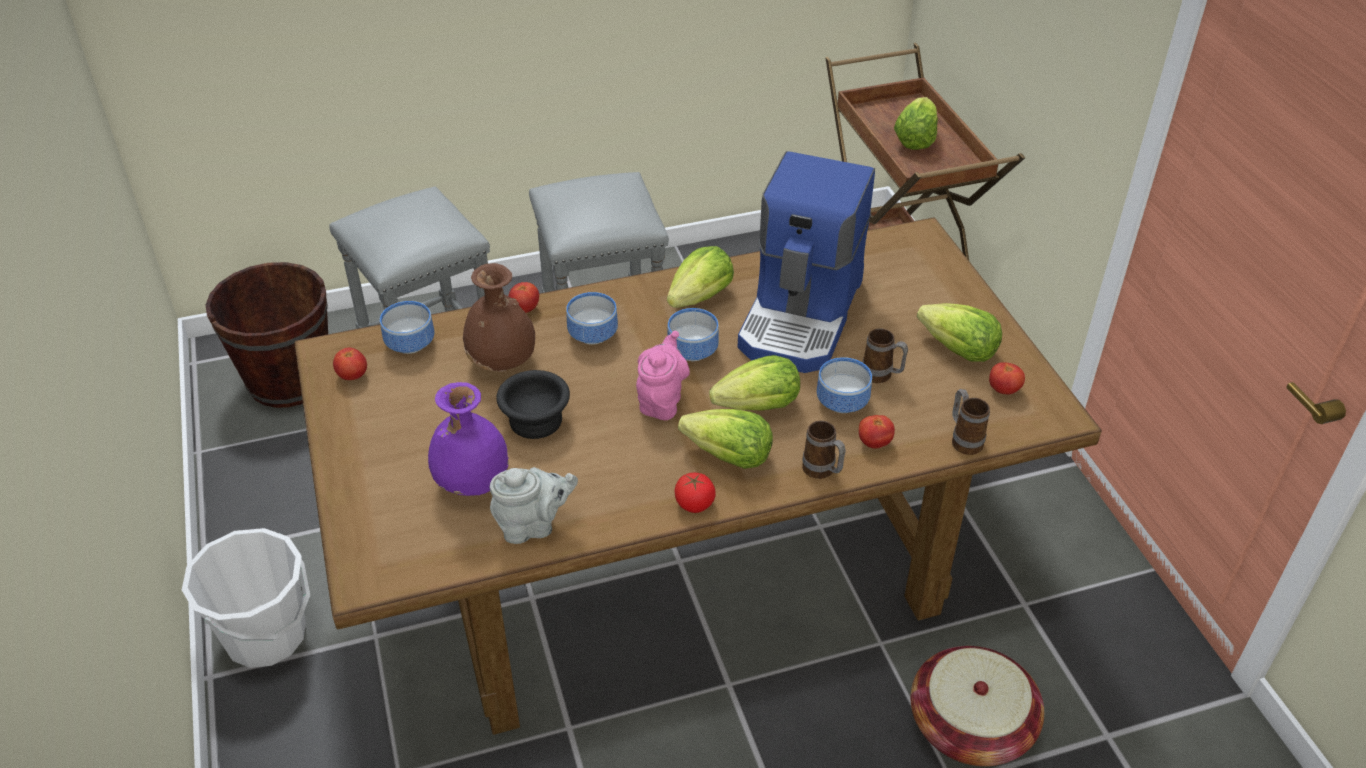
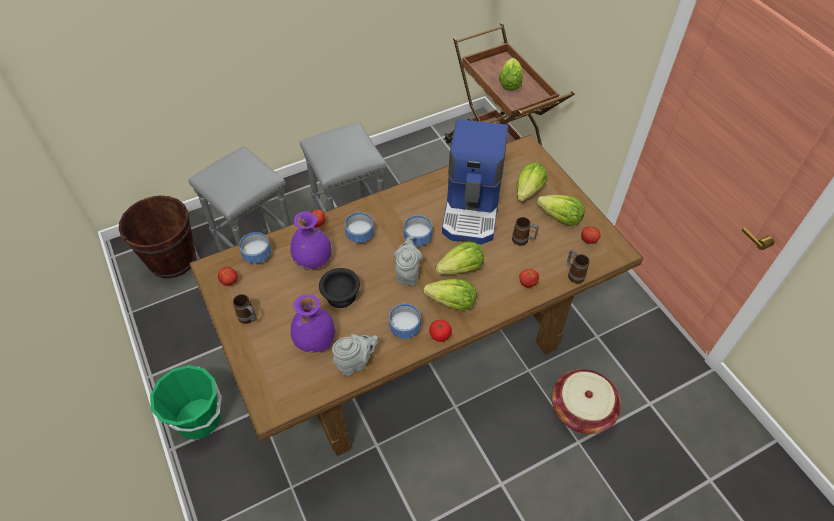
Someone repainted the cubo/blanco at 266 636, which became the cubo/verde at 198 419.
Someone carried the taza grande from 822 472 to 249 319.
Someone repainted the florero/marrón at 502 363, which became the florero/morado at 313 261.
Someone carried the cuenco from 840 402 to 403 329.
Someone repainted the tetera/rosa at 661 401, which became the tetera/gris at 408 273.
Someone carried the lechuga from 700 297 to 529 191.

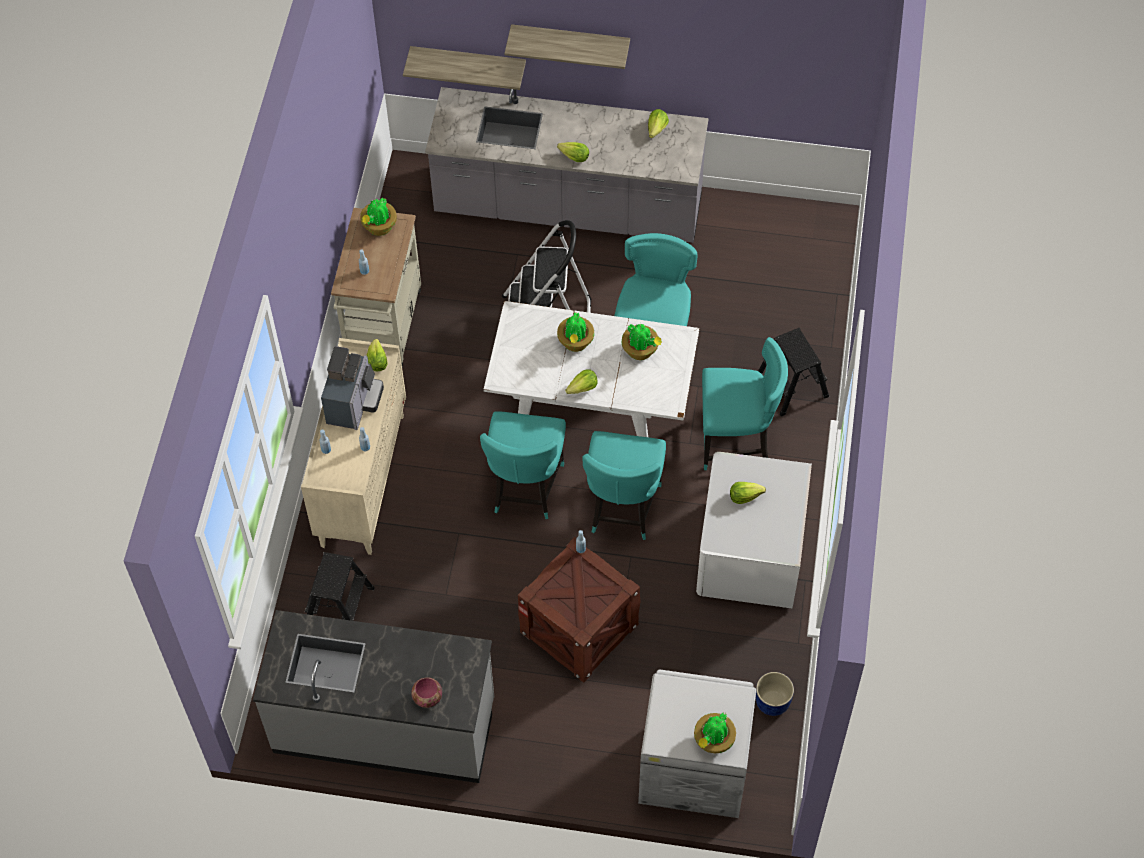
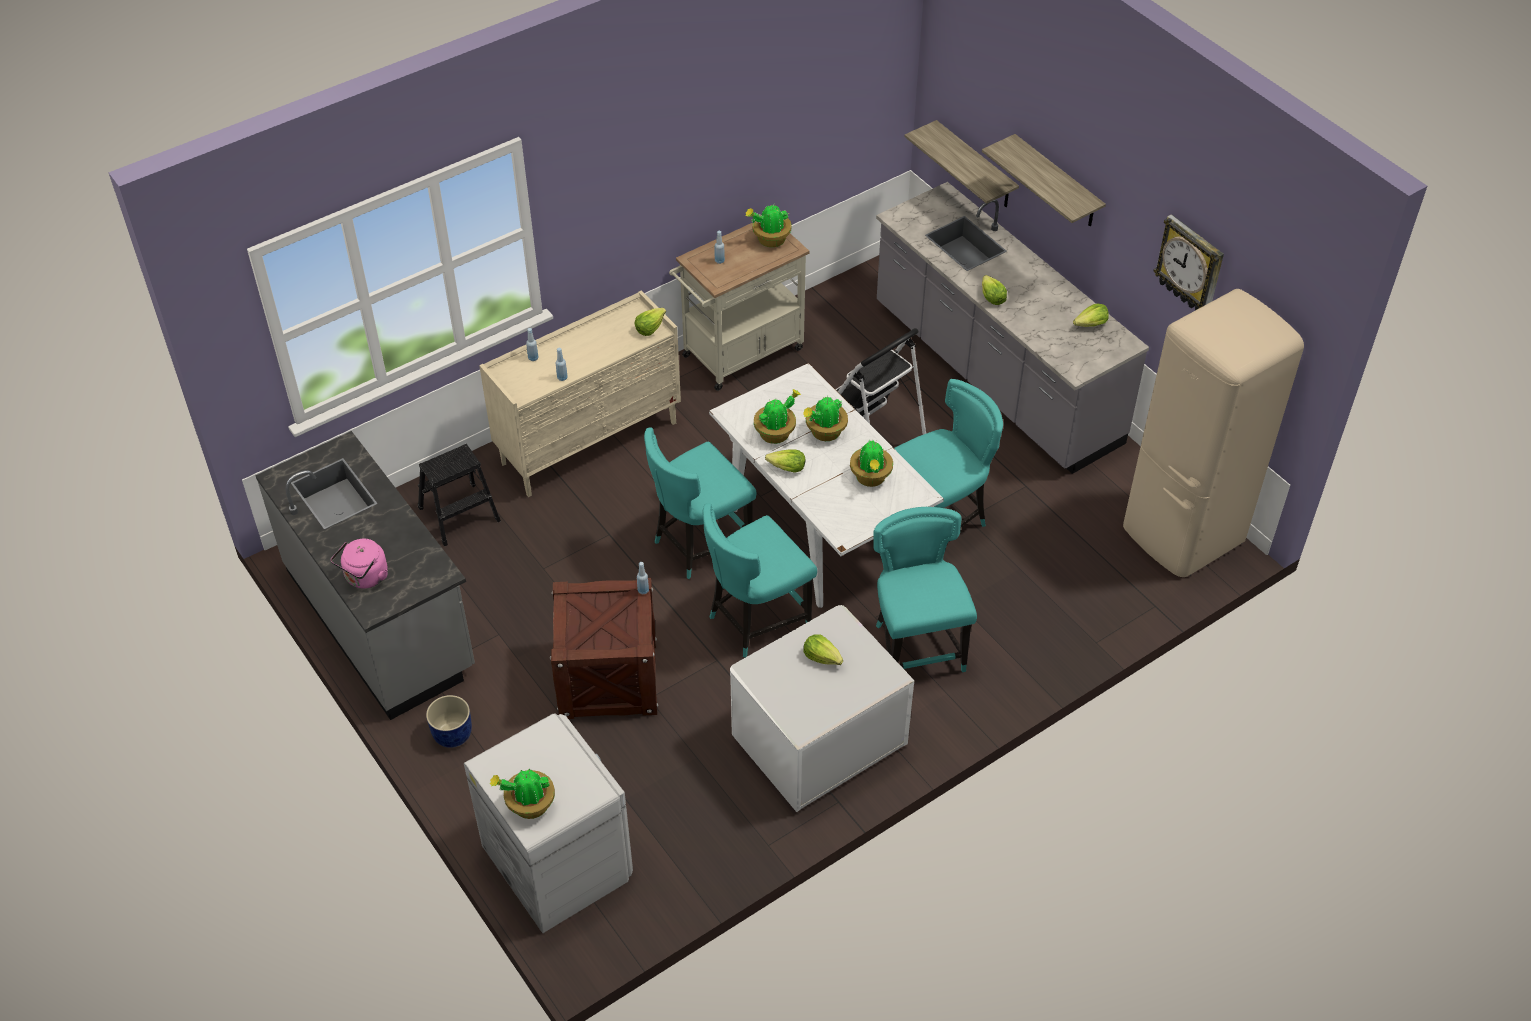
Someone swapped the cuenco at 427 698 for the hervidor/rosa at 365 578.
Someone carried the maceta/azul from 772 702 to 452 734.
Someone put down the planta en maceta at 776 433.
Someone rotated the silla/turquesa at 736 442 by 150 degrees counterclockwise.
Someone put down the nevera/beis at 1180 535.
Someone put up the reloj de pared at 1190 265.
Someone took away the cafetera at 354 403.
Someone took away the escalera de tijera/negro at 792 386.

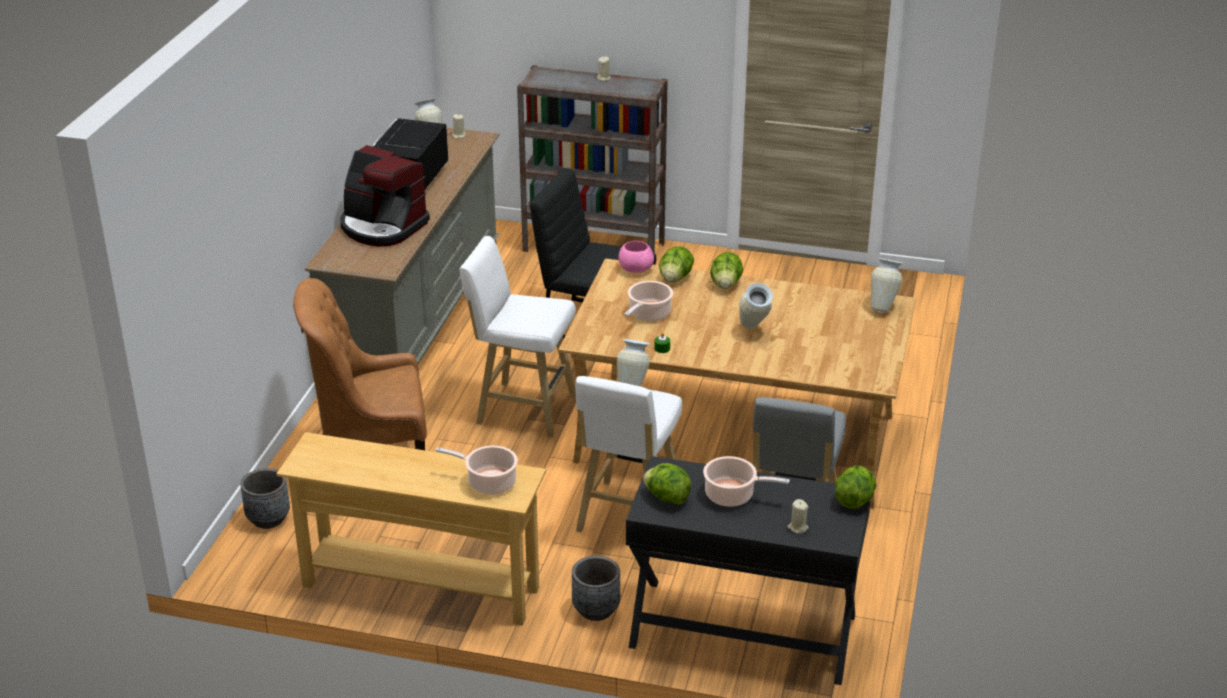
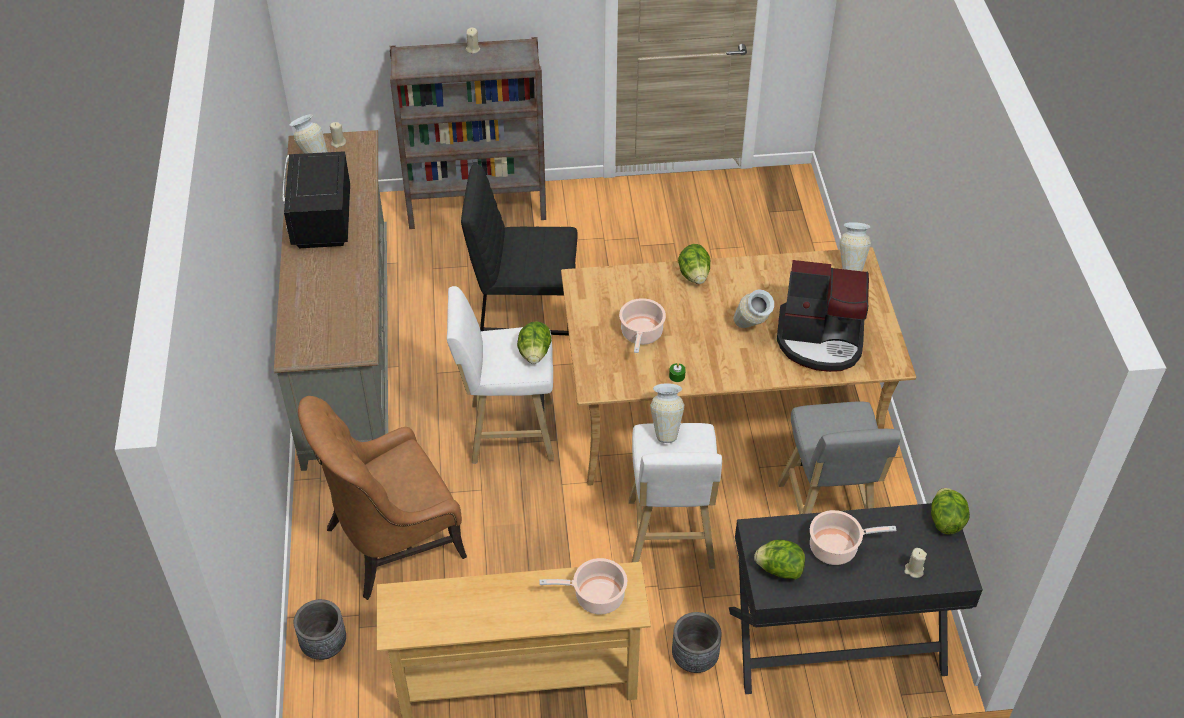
Someone carried the lechuga from 675 278 to 534 353.
Someone carried the cafetera from 382 226 to 820 340.
Someone took away the cuenco/rosa at 635 269.

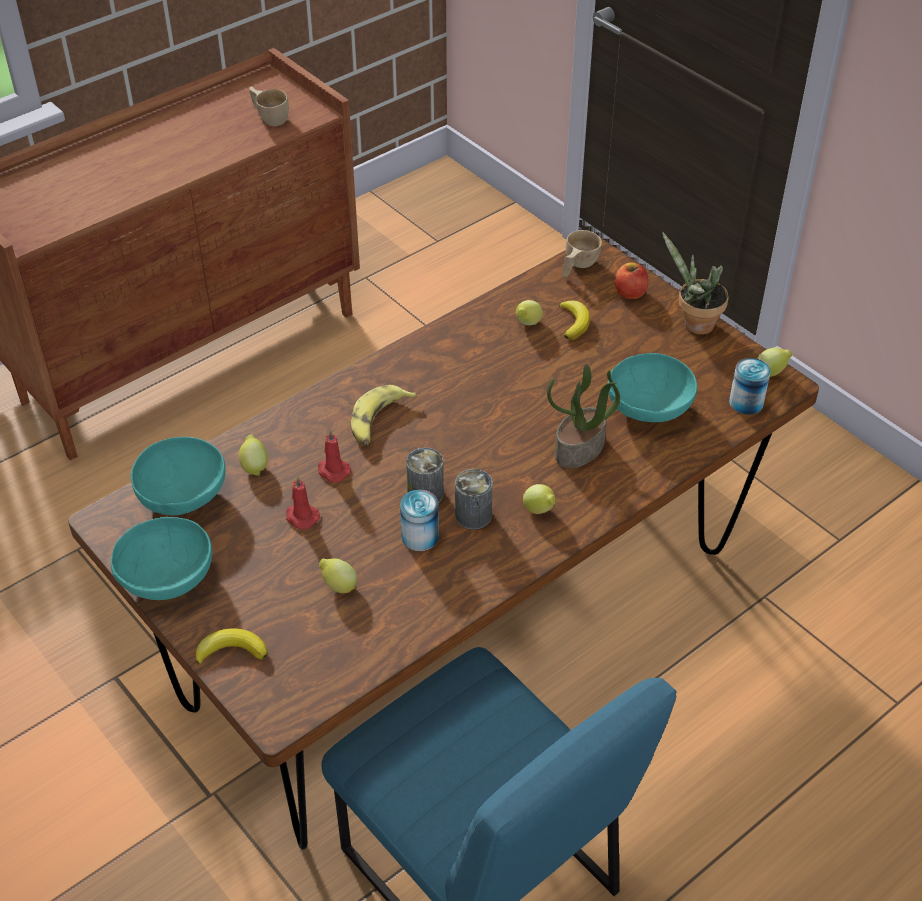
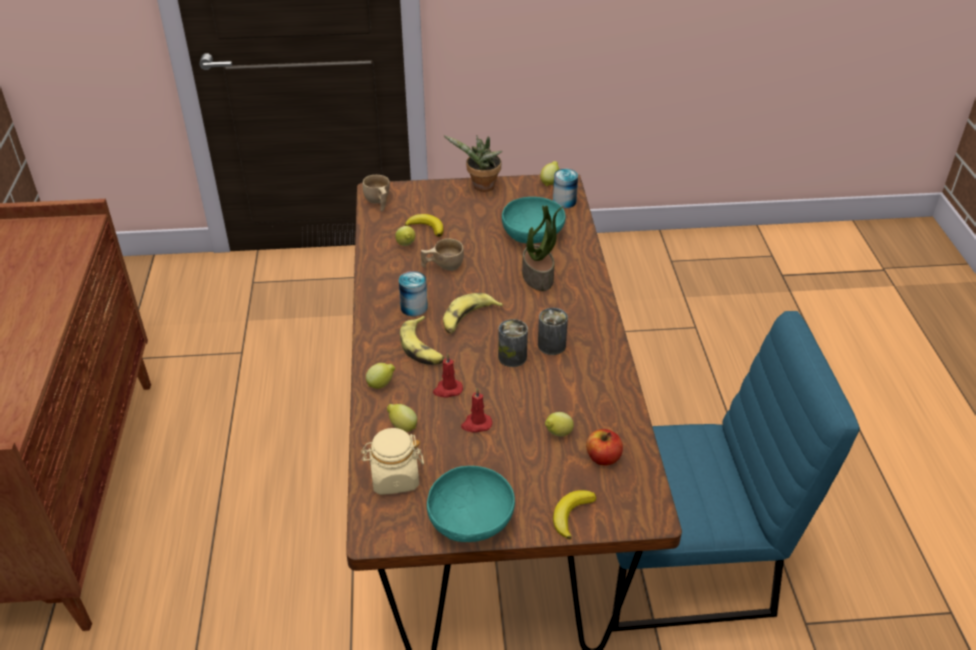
Someone swapped the cuenco/turquesa at 183 497 for the tarro/beis at 394 478.
Someone carried the limón from 539 510 to 381 384.
Someone carried the lata from 420 537 to 414 307.
Someone carried the taza/beis from 270 117 to 442 266.
Someone put down the plátano at 468 319.
Someone carried the manzana from 630 293 to 603 458.

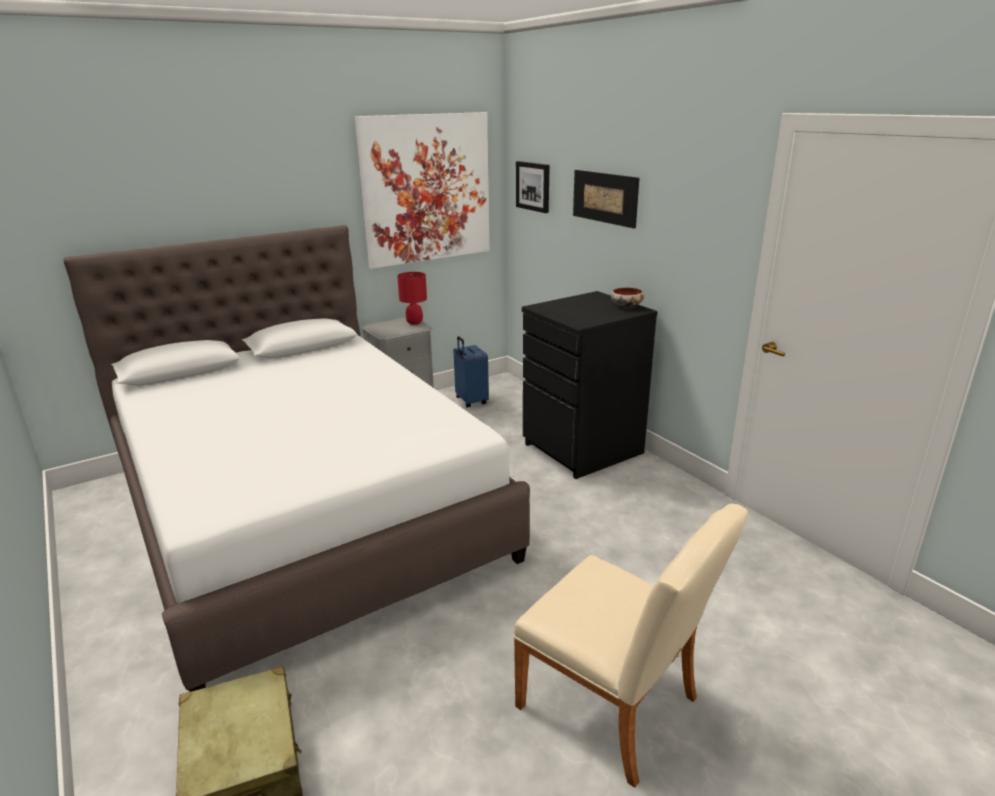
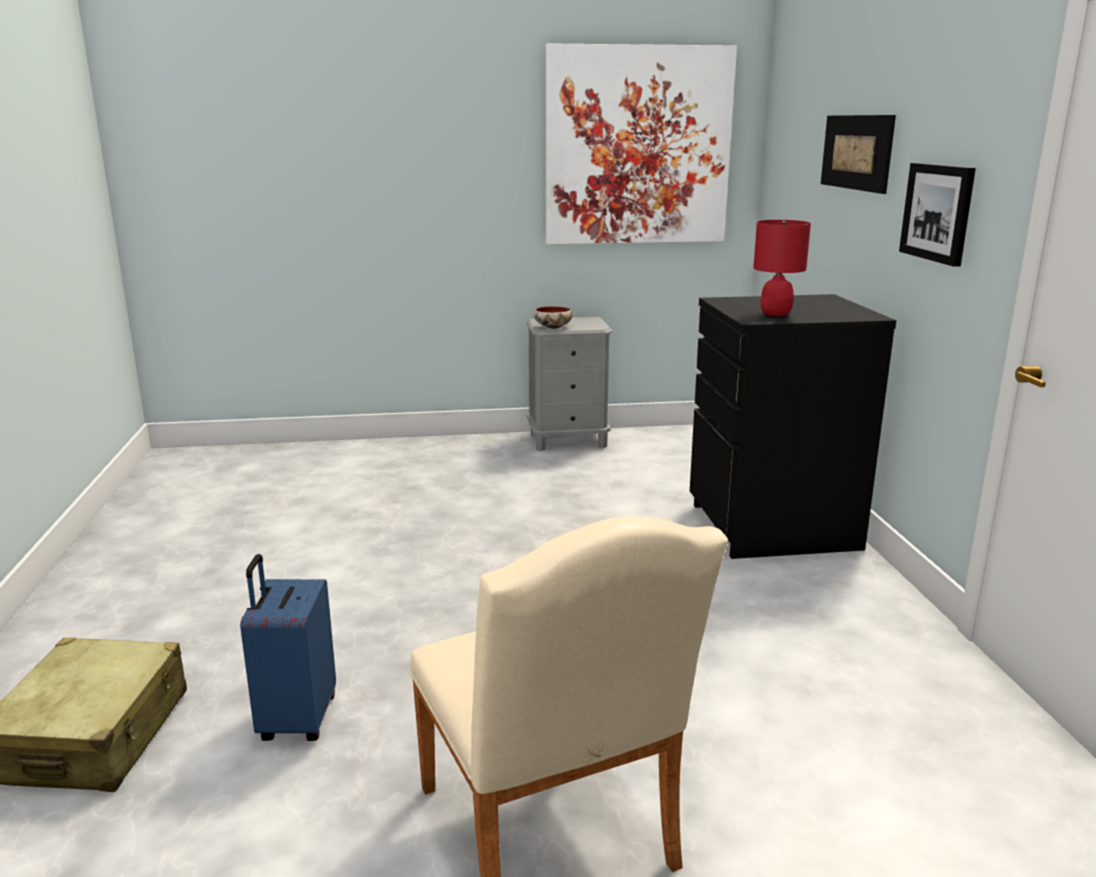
Someone carried the maleta/azul from 470 401 to 296 720.
Someone carried the cuenco from 626 306 to 552 327.
Someone carried the lámpara de mesa/rojo from 415 323 to 777 314.
Someone carried the cuadro from 533 186 to 938 212.
Someone took away the cama/blanco at 305 512.

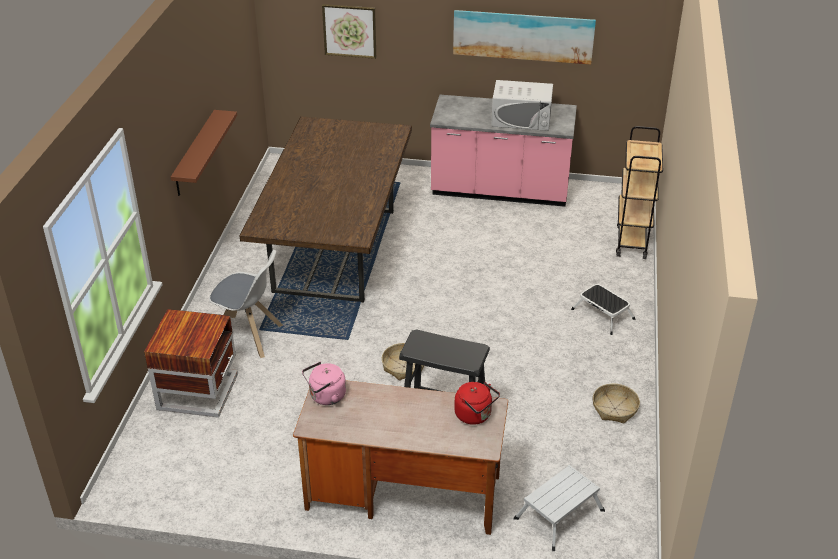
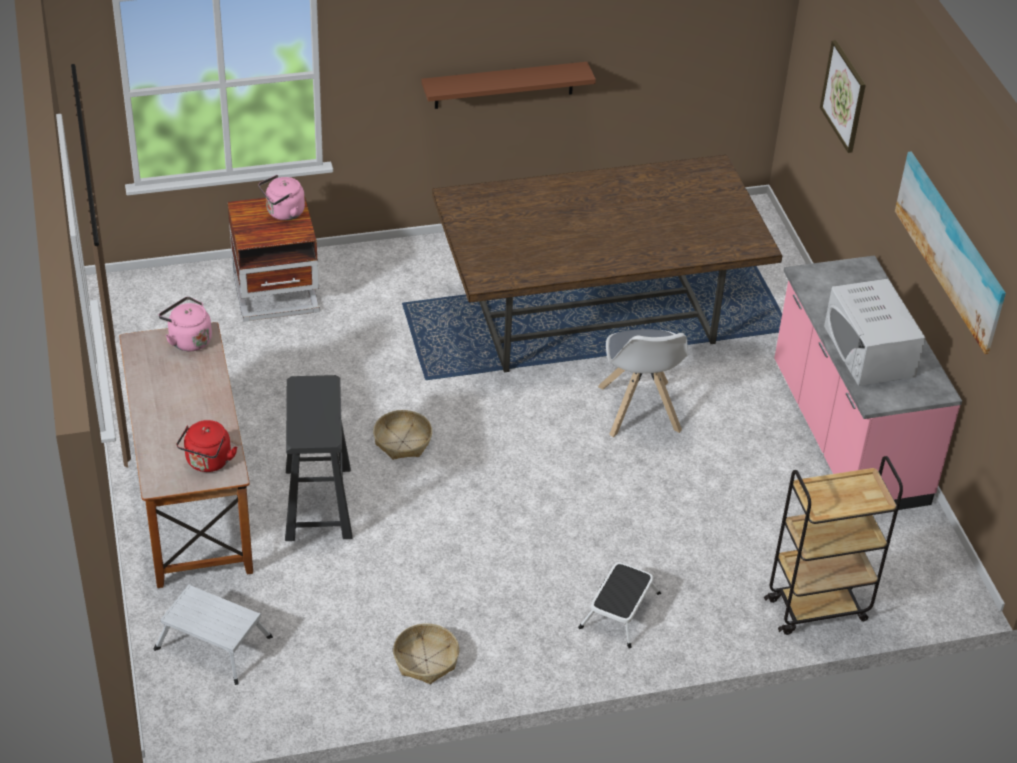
Someone put down the hervidor/rosa at 283 213.
Someone carried the silla from 249 336 to 639 411.

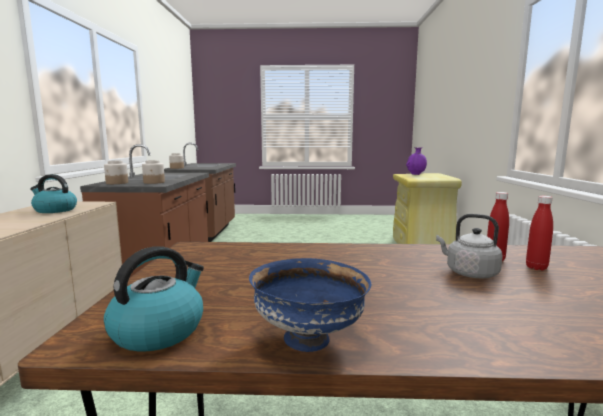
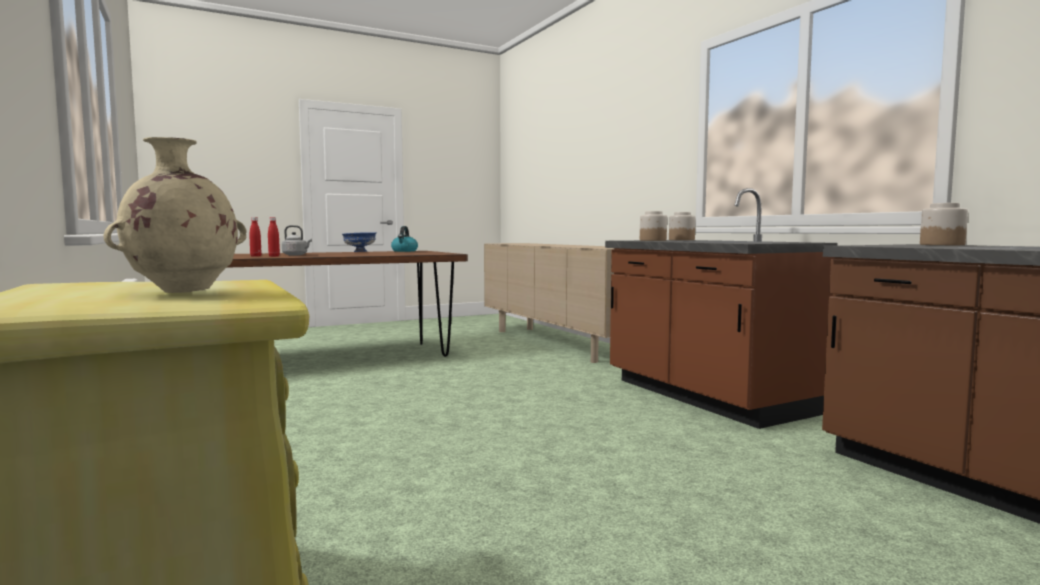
Someone repainted the florero/morado at 416 174, which became the florero/beis at 182 292.
Someone took away the hervidor at 54 210.

